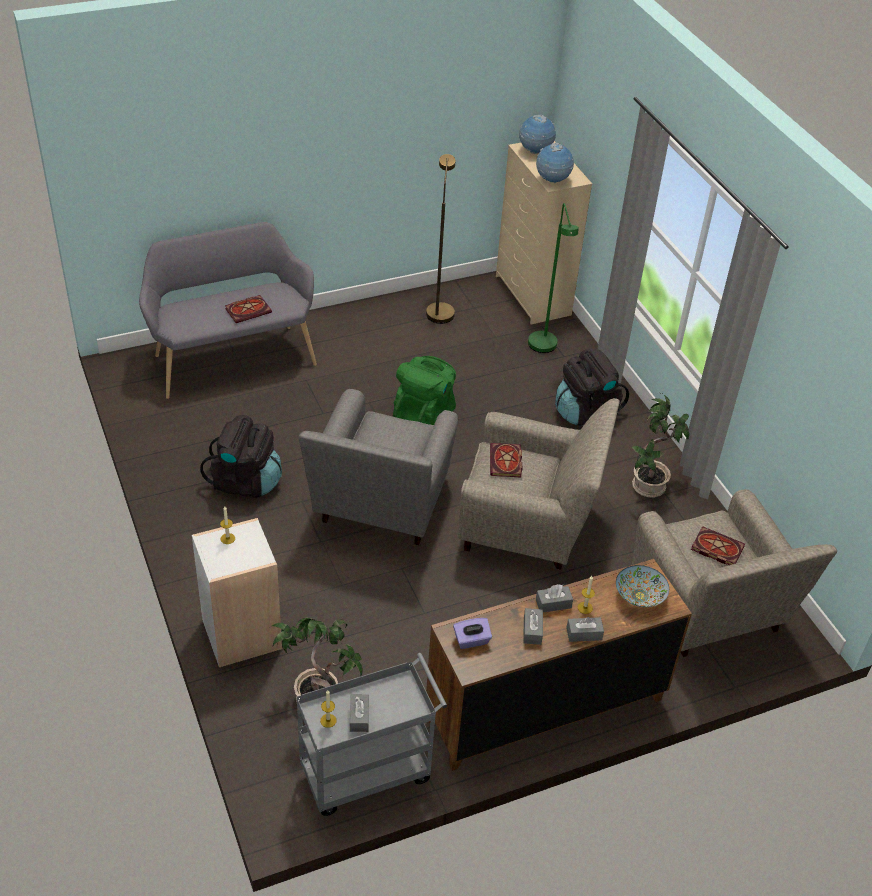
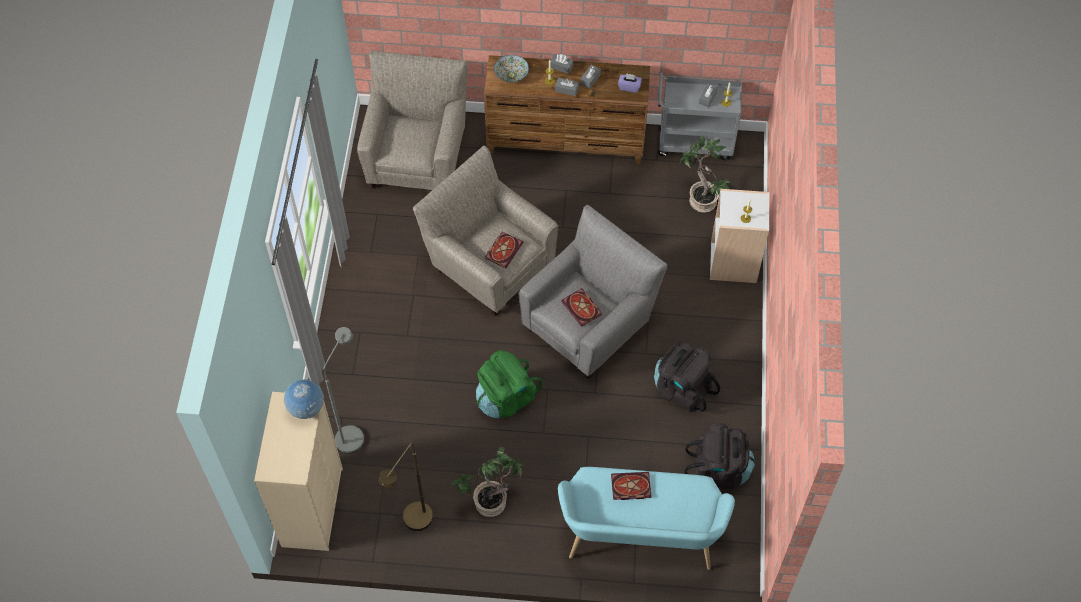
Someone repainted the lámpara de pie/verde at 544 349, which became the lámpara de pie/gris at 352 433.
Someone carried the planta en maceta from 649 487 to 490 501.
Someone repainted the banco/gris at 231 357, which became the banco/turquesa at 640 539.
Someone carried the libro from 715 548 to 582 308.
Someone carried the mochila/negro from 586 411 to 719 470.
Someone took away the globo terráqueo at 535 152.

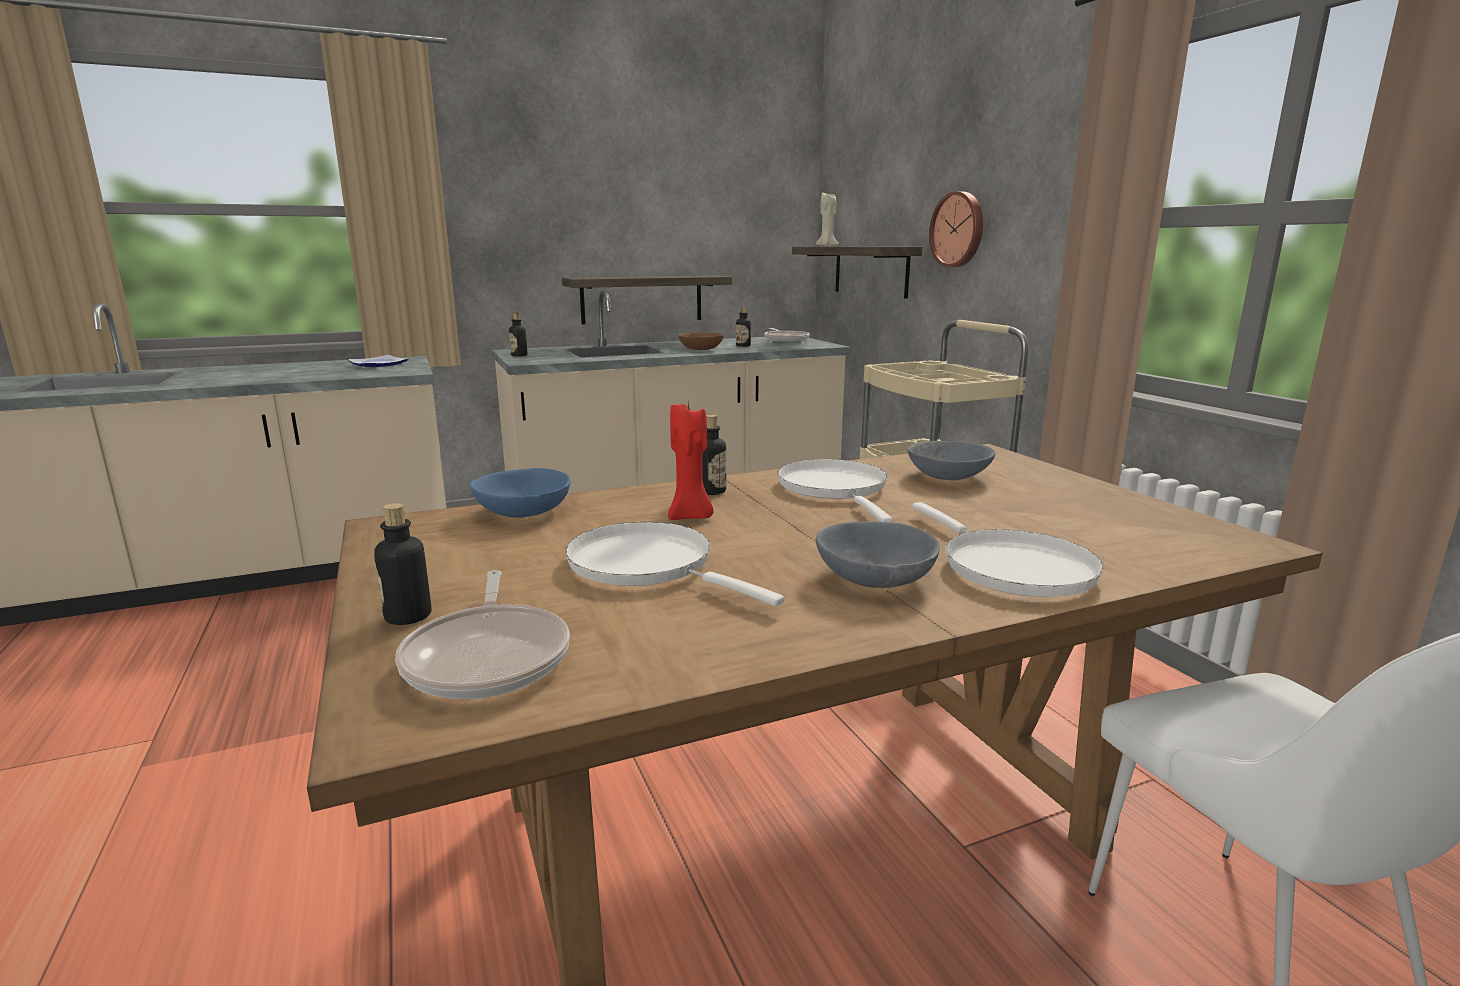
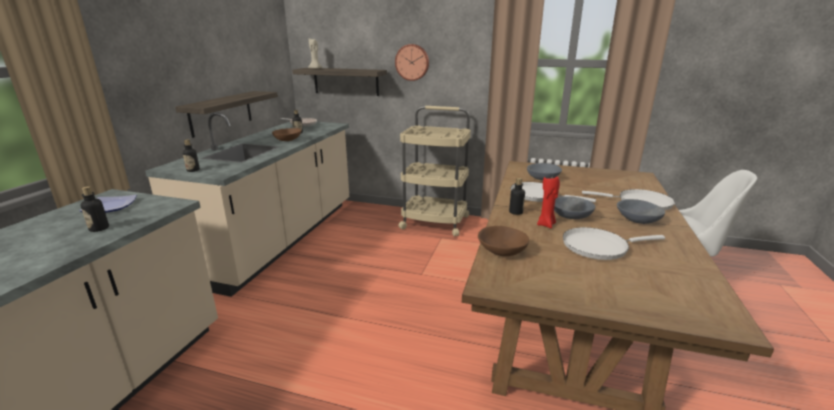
Someone carried the botella from 408 616 to 99 228.
Someone repainted the cuenco/azul at 523 511, which became the cuenco/marrón at 501 251.
Someone put down the cuenco/gris at 570 216.
Someone took away the sartén at 489 657.

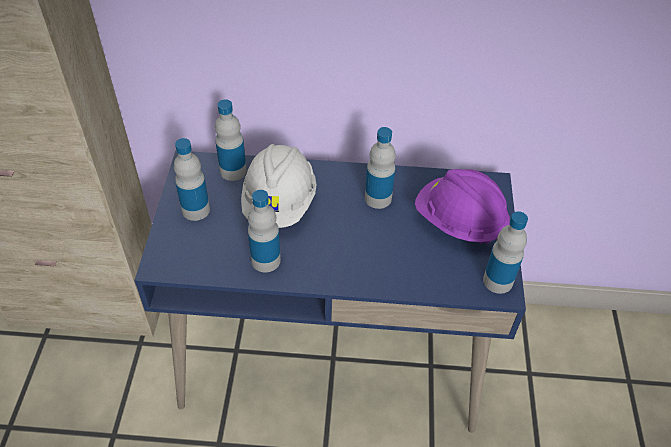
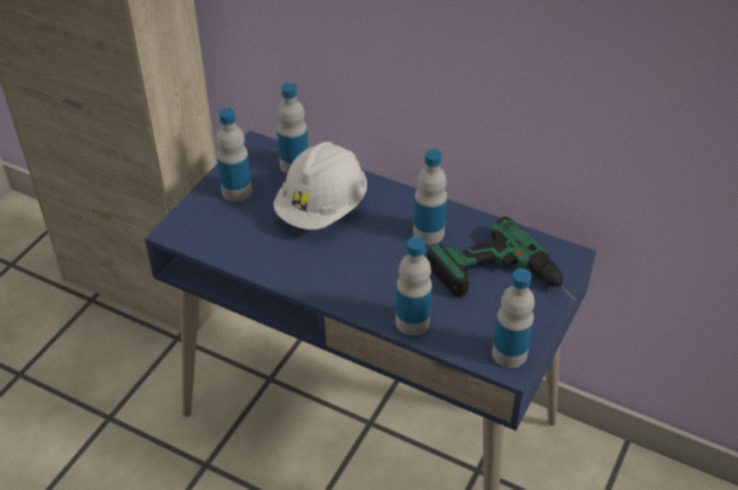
Someone carried the botella from 266 260 to 412 322.
Someone swapped the casco/morado at 459 222 for the taladro at 503 283.

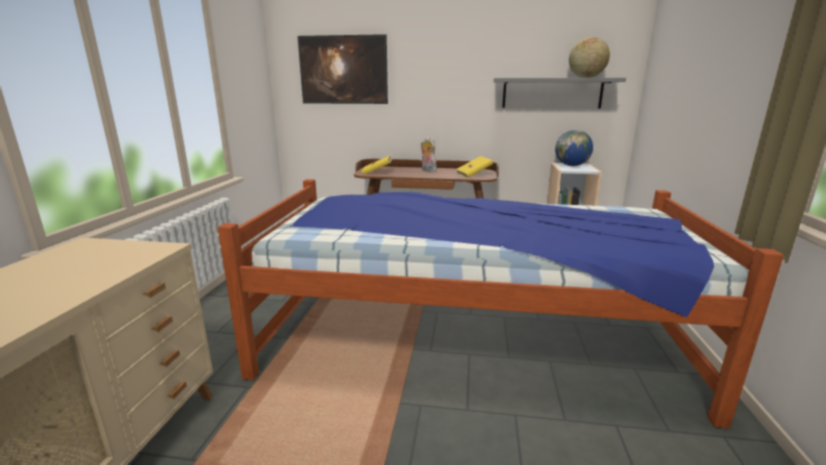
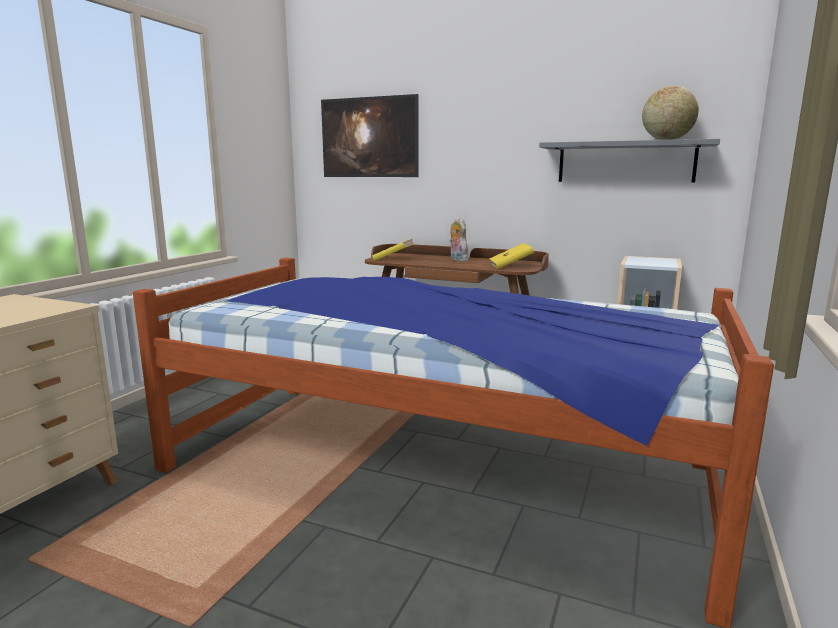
Someone took away the globo terráqueo at 571 165.

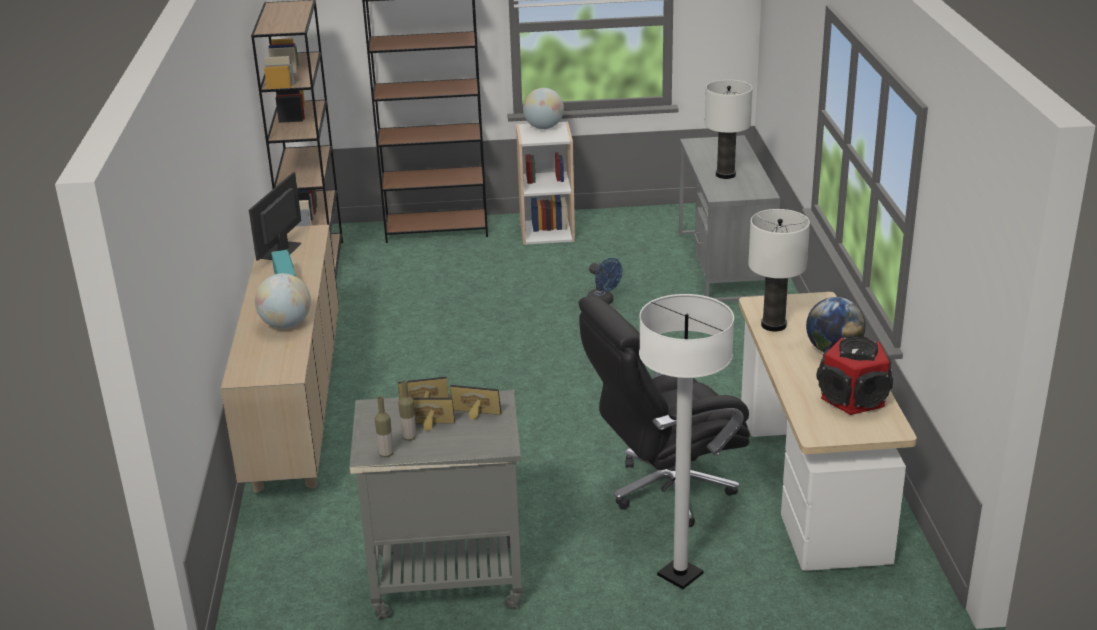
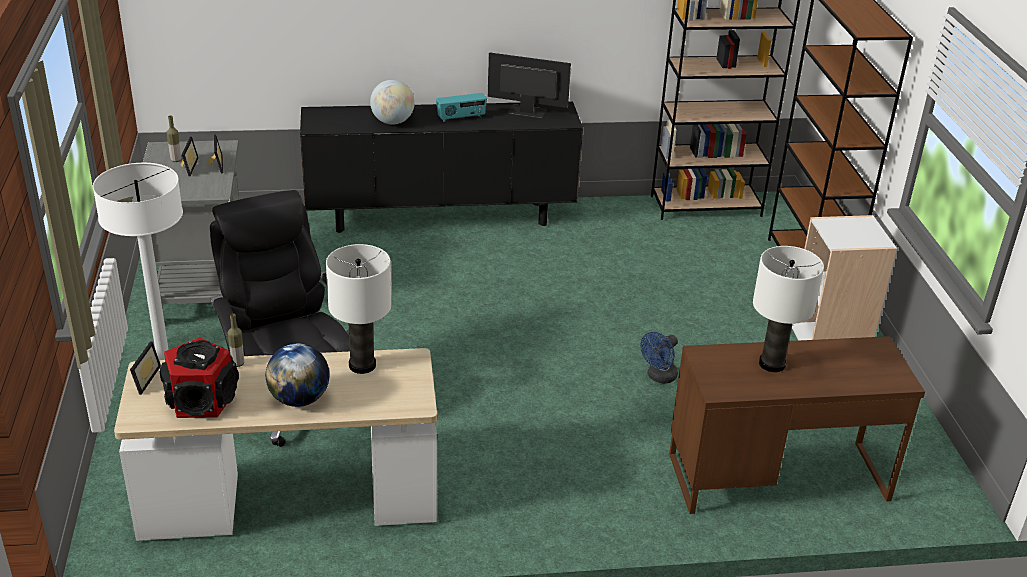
Someone carried the portarretratos from 475 416 to 143 379.
Someone carried the botella from 386 454 to 238 364.
Someone repainted the armario/beis at 296 415, which became the armario/negro at 441 216.
Someone repainted the escritorio/gris at 723 264, which became the escritorio/marrón at 777 476.
Someone took away the globo terráqueo at 544 127.

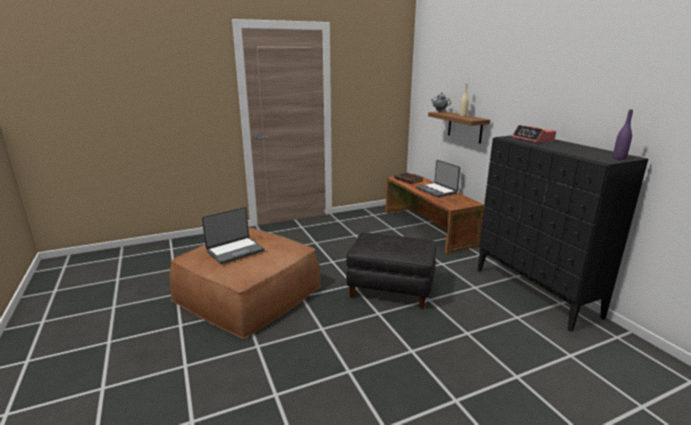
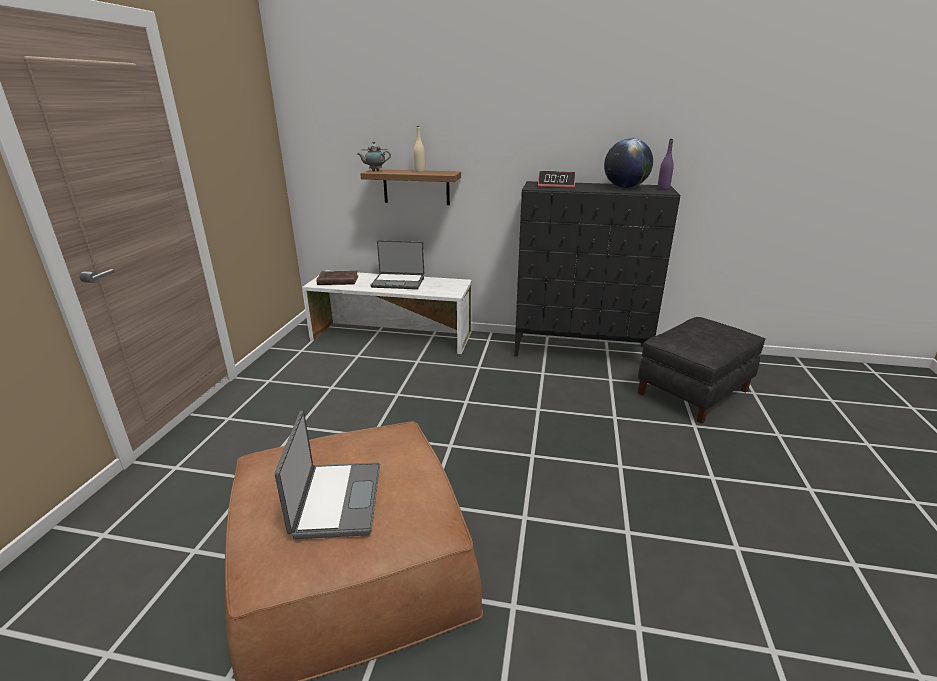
Someone repainted the banco/marrón at 429 227, which became the banco/blanco at 393 335.
Someone put down the globo terráqueo at 625 187.
Someone carried the puf/negro from 390 289 to 693 392.

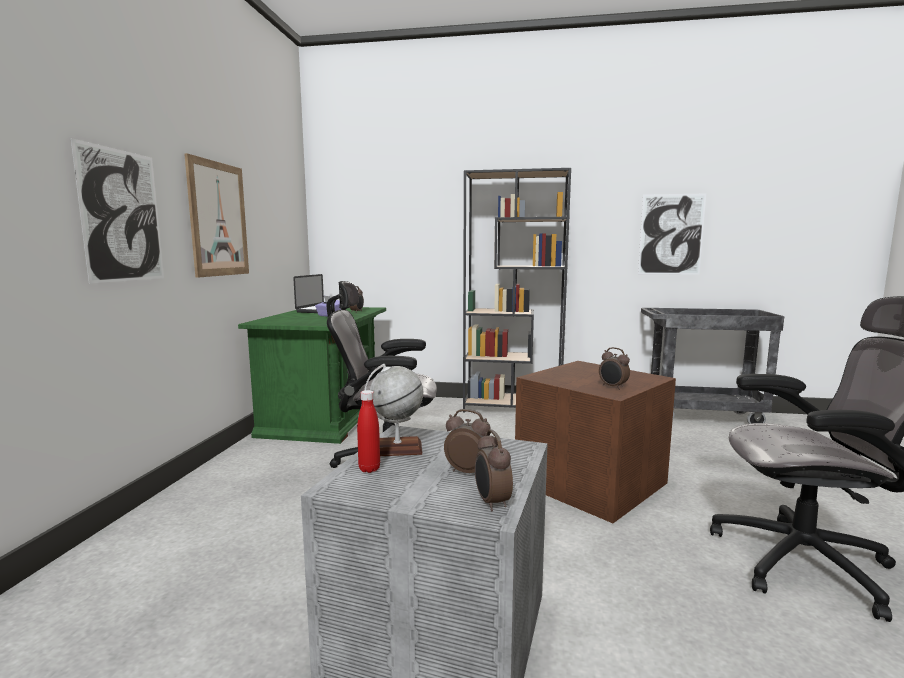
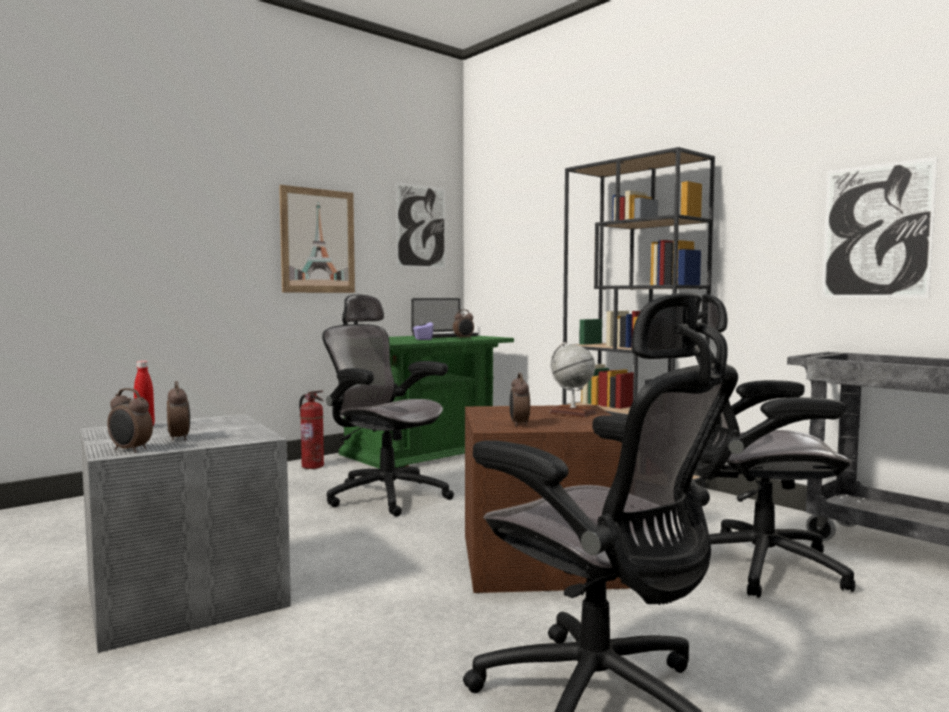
Someone rotated the despertador at 491 502 by 90 degrees counterclockwise.
Someone put down the extintor at 313 466.
Someone carried the cuadro from 122 216 to 421 226.
Someone carried the globo terráqueo from 397 449 to 572 413.
Someone put down the silla de oficina at 759 566.

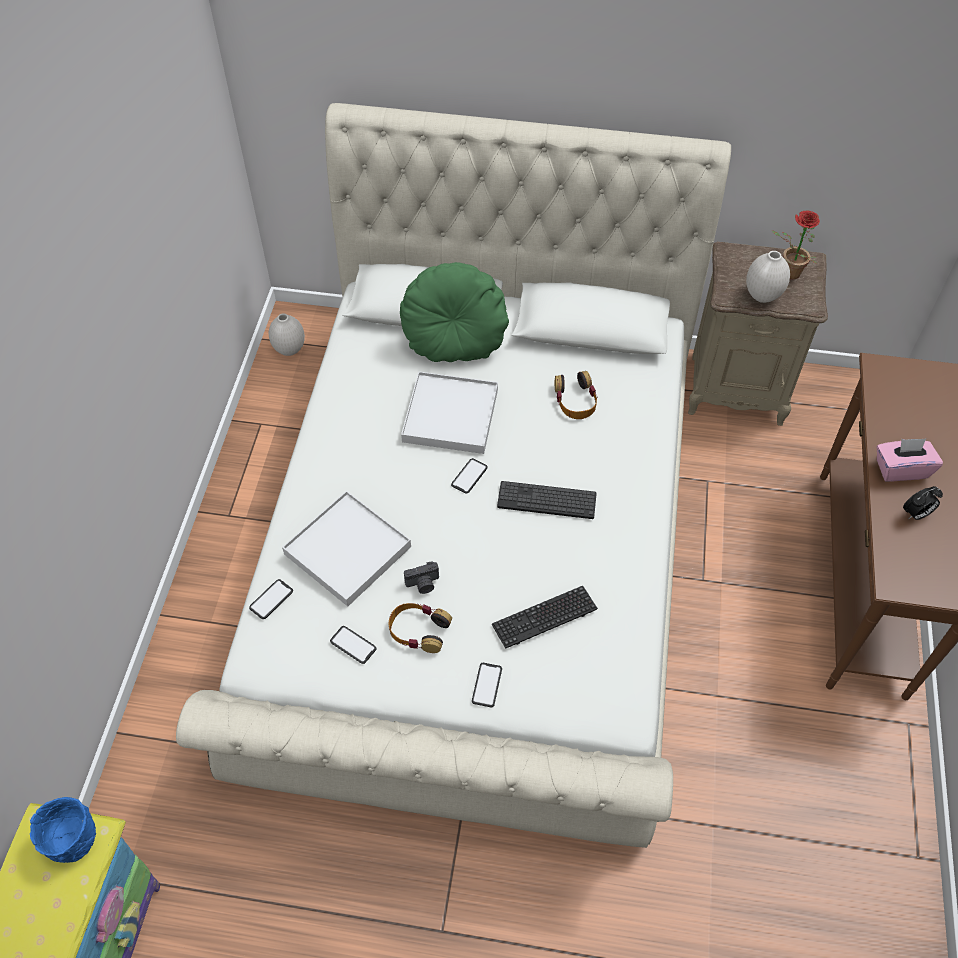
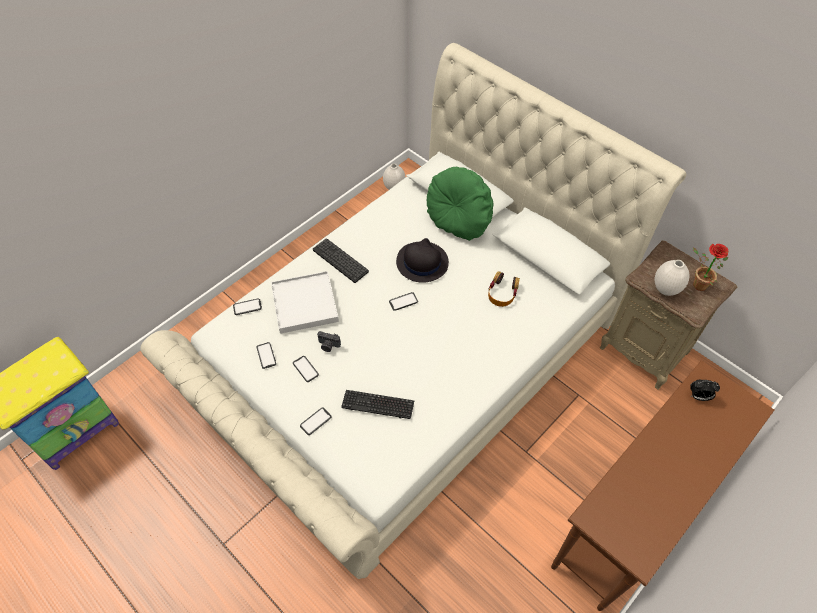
Someone swapped the auriculares at 418 630 for the móvil at 305 369.
Someone carried the teclado from 546 500 to 340 261.
Someone swapped the bandeja/blanco at 450 416 for the sombrero/negro at 421 262.
Someone carried the despertador from 916 514 to 698 396.
Someone took away the cuenco/azul at 74 839.
Someone took away the caja de pañuelos/rosa at 901 469.

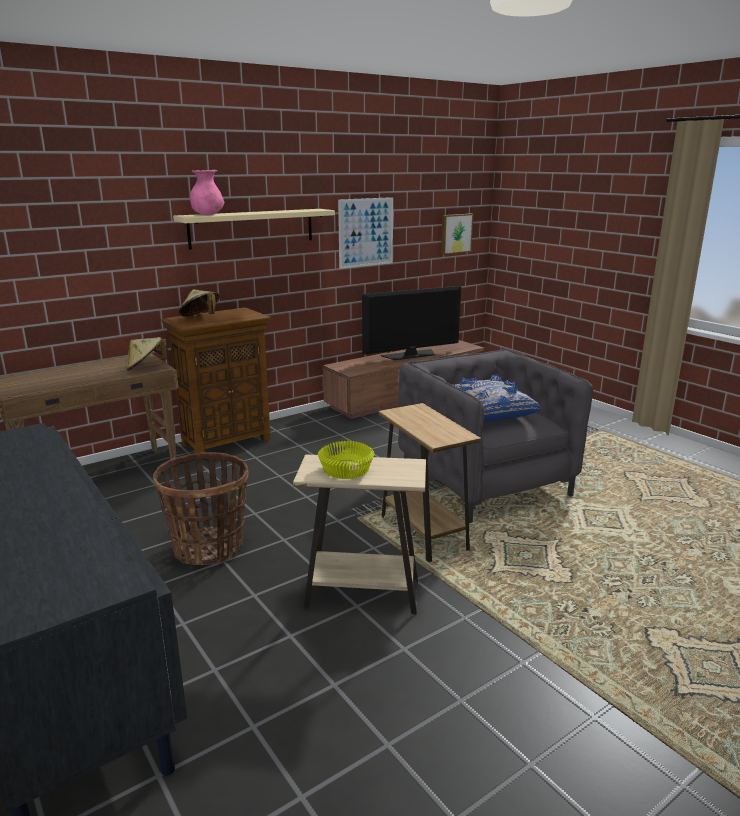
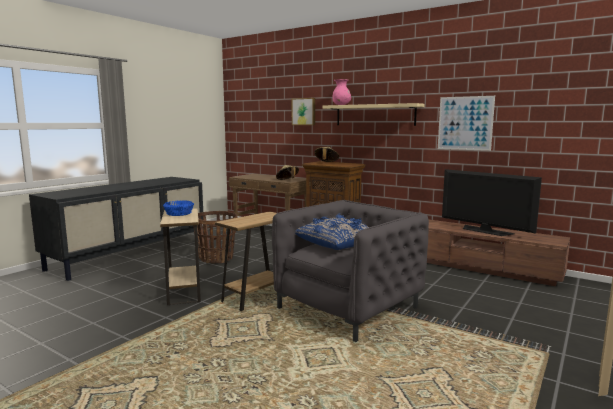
Someone repainted the cuenco/amarillo at 346 469, which became the cuenco/azul at 179 213.
Someone carried the cuadro from 455 233 to 304 111.

